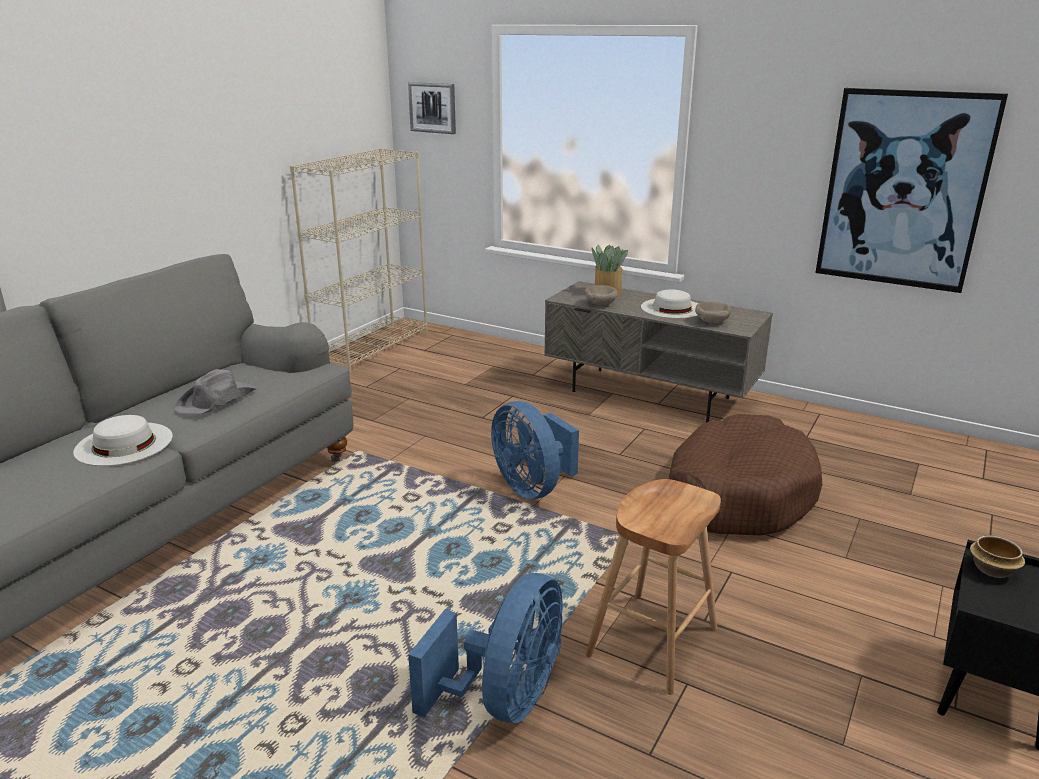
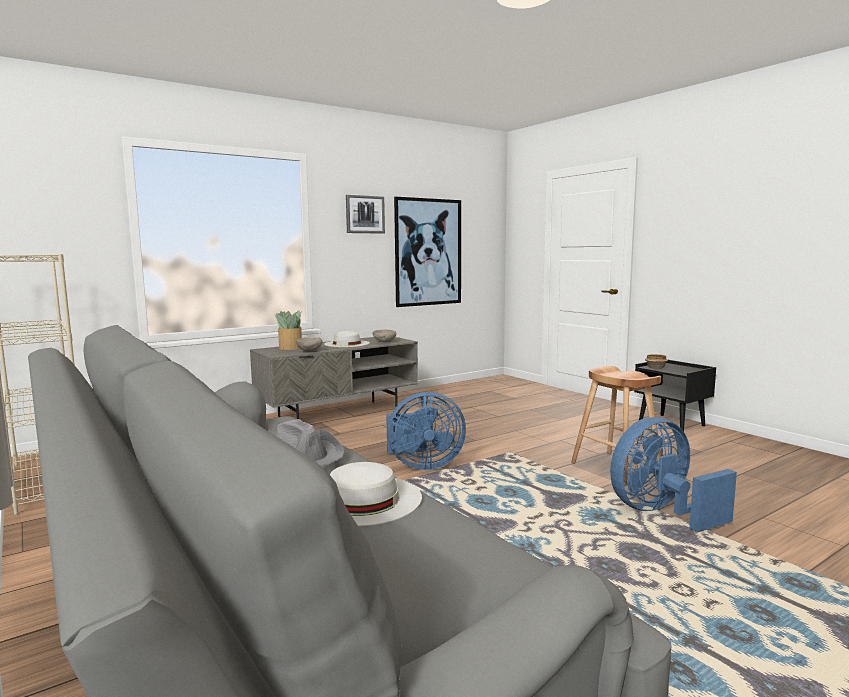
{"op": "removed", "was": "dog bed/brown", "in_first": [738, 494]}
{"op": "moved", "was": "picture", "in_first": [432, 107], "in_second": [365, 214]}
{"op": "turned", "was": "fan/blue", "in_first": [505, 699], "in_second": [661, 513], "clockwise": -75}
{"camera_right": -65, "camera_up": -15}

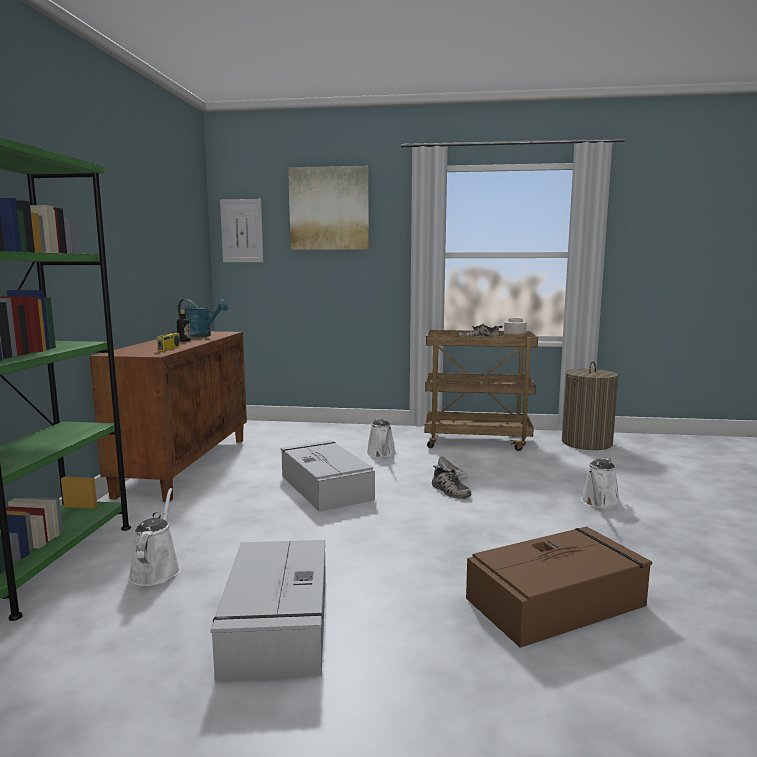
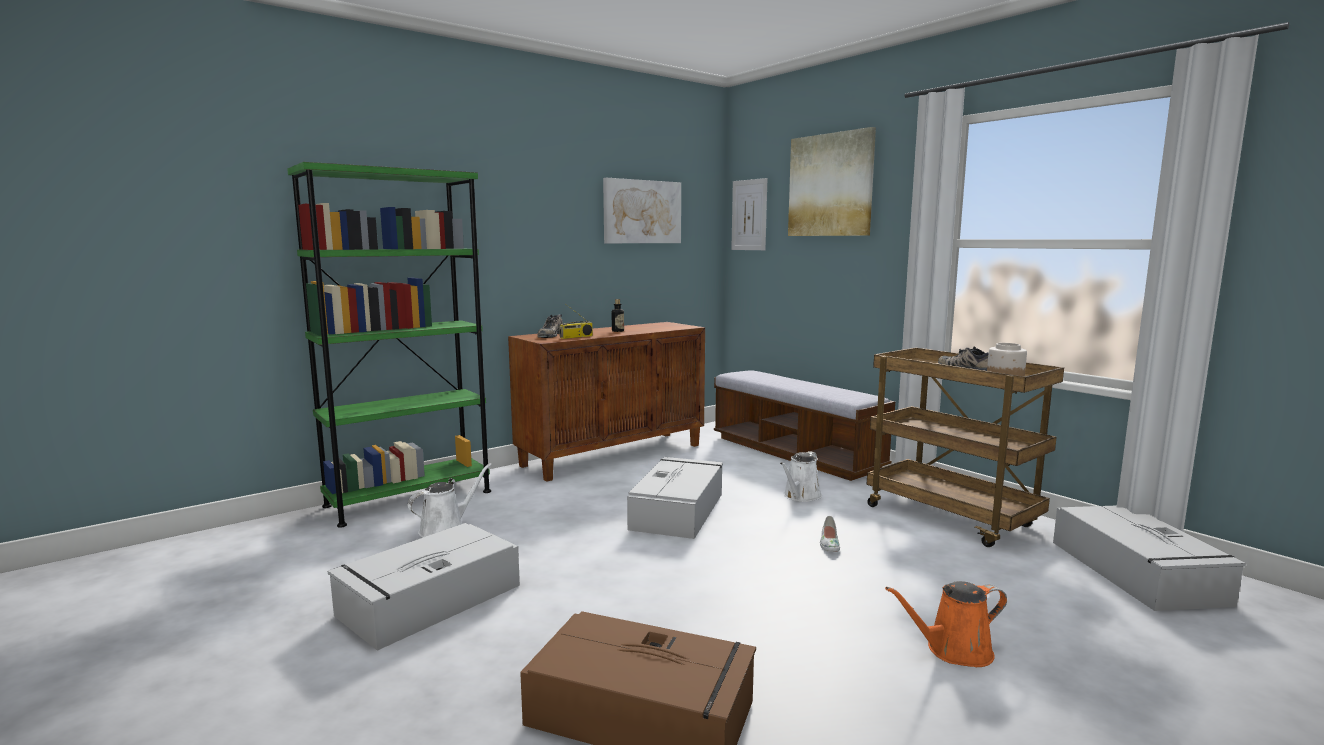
{"op": "removed", "was": "watering can/turquoise", "in_first": [201, 336]}
{"op": "added", "now": "picture", "in_second": [642, 212]}
{"op": "added", "now": "bench", "in_second": [795, 453]}
{"op": "moved", "was": "shoe", "in_first": [449, 491], "in_second": [550, 334]}
{"op": "replaced", "was": "laundry basket", "now": "storage box/grey", "in_first": [586, 443], "in_second": [1138, 573]}
{"op": "recoloured", "was": "watering can/white", "now": "watering can/orange", "in_first": [599, 503], "in_second": [953, 651]}
{"camera_right": 45, "camera_up": 0}

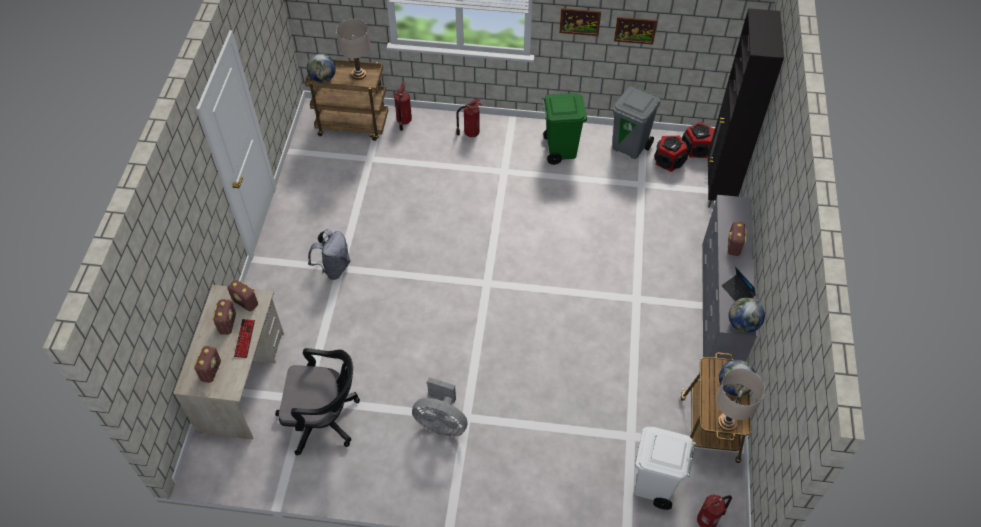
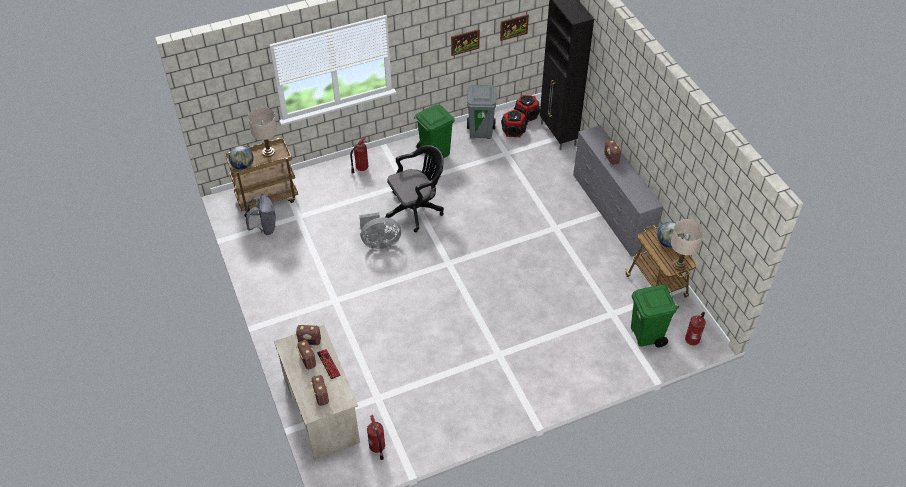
{"op": "removed", "was": "laptop", "in_first": [737, 292]}
{"op": "removed", "was": "globe", "in_first": [742, 324]}
{"op": "moved", "was": "office chair/black", "in_first": [324, 419], "in_second": [417, 209]}
{"op": "moved", "was": "backpack/grey", "in_first": [334, 268], "in_second": [264, 228]}
{"op": "moved", "was": "fire extinguisher", "in_first": [403, 121], "in_second": [377, 448]}
{"op": "moved", "was": "fan/grey", "in_first": [441, 423], "in_second": [380, 242]}
{"op": "moved", "was": "picture", "in_first": [580, 21], "in_second": [514, 27]}
{"op": "recoloured", "was": "trash can/white", "now": "trash can/green", "in_first": [654, 485], "in_second": [647, 335]}
{"camera_right": -30, "camera_up": -5}

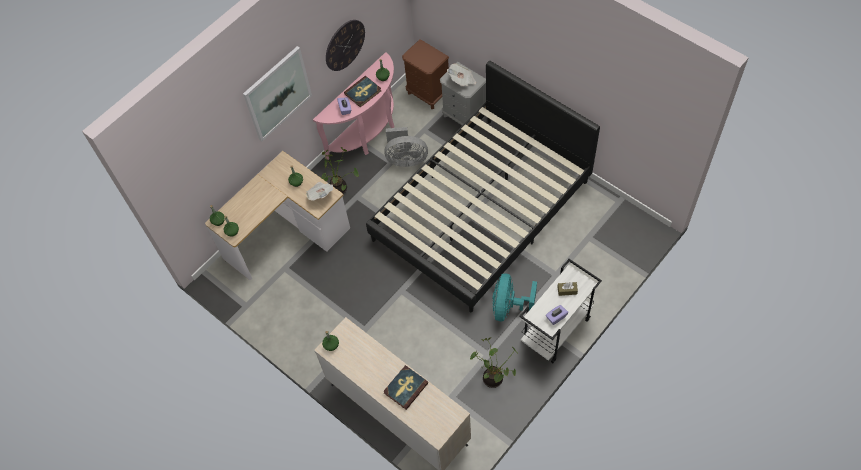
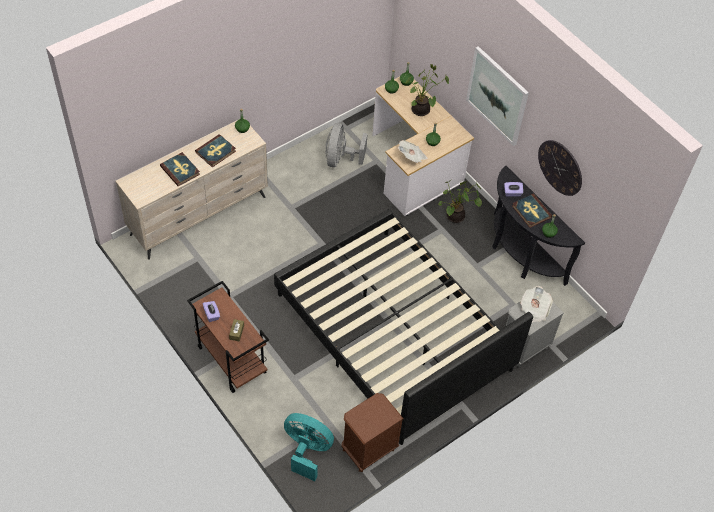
{"op": "added", "now": "book", "in_second": [216, 152]}
{"op": "moved", "was": "fan/grey", "in_first": [406, 159], "in_second": [340, 159]}
{"op": "moved", "was": "nightstand/brown", "in_first": [428, 93], "in_second": [368, 450]}
{"op": "moved", "was": "potted plant", "in_first": [494, 377], "in_second": [421, 111]}
{"op": "moved", "was": "fan/turquoise", "in_first": [509, 307], "in_second": [307, 450]}
{"op": "recoloured", "was": "console table/pink", "now": "console table/black", "in_first": [368, 133], "in_second": [520, 254]}
{"op": "recoloured", "was": "cart/white", "now": "cart/brown", "in_first": [556, 331], "in_second": [230, 359]}
{"camera_right": 95, "camera_up": -5}

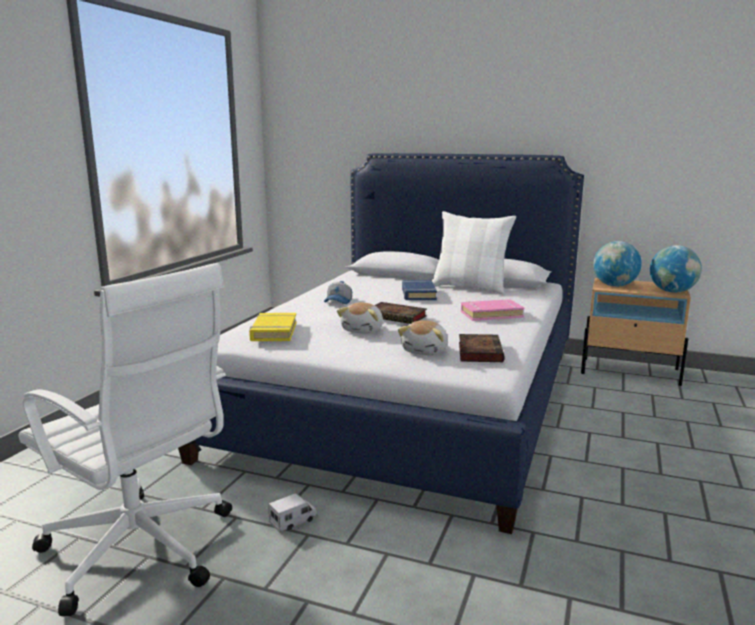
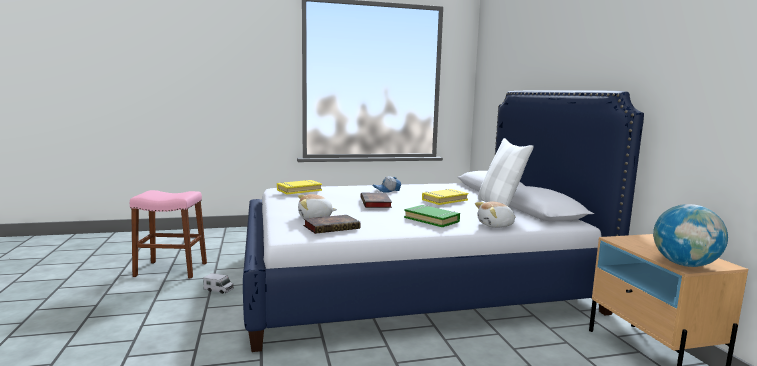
{"op": "removed", "was": "globe", "in_first": [614, 286]}
{"op": "moved", "was": "plush toy", "in_first": [363, 330], "in_second": [496, 225]}
{"op": "replaced", "was": "office chair/white", "now": "stool/pink", "in_first": [141, 551], "in_second": [171, 270]}
{"op": "recoloured", "was": "book/blue", "now": "book/yellow", "in_first": [418, 294], "in_second": [444, 200]}
{"op": "recoloured", "was": "book/pink", "now": "book/green", "in_first": [491, 314], "in_second": [432, 219]}
{"camera_right": 55, "camera_up": -5}

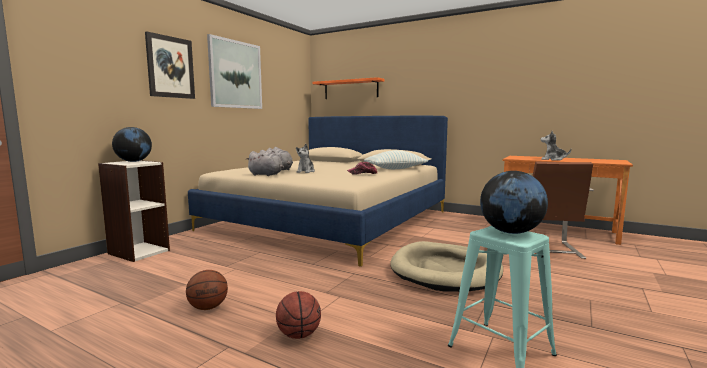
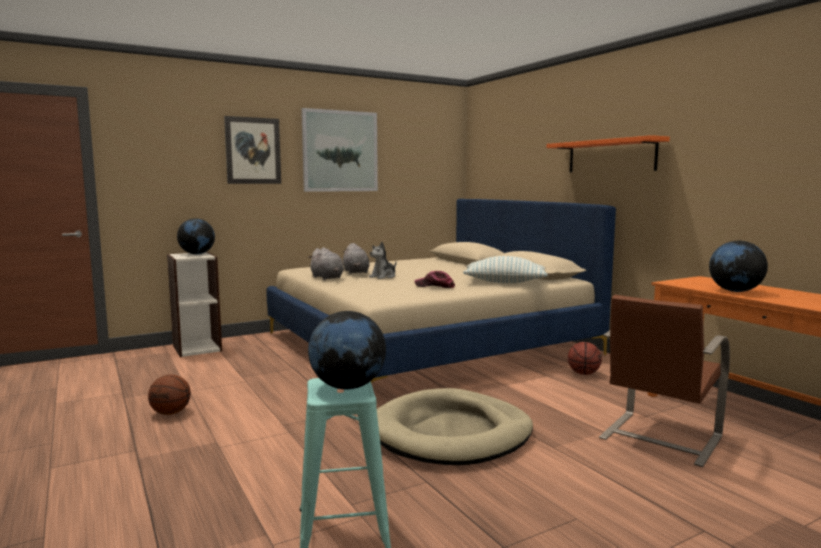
{"op": "moved", "was": "basketball", "in_first": [299, 335], "in_second": [583, 373]}
{"op": "moved", "was": "shelf/orange", "in_first": [351, 89], "in_second": [611, 156]}
{"op": "replaced", "was": "plush toy", "now": "globe", "in_first": [553, 159], "in_second": [735, 291]}
{"camera_right": 30, "camera_up": 0}

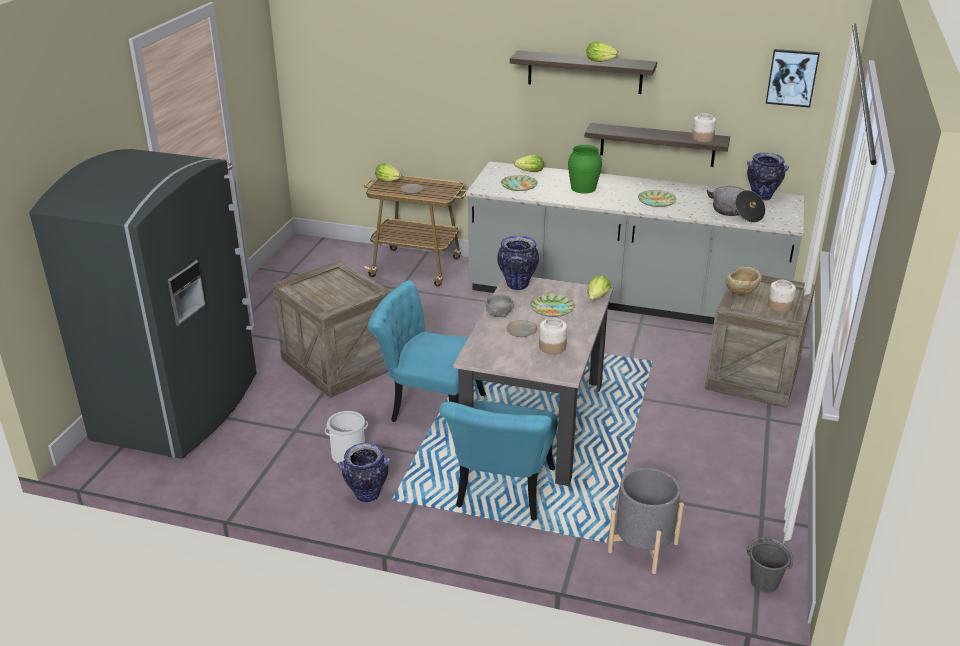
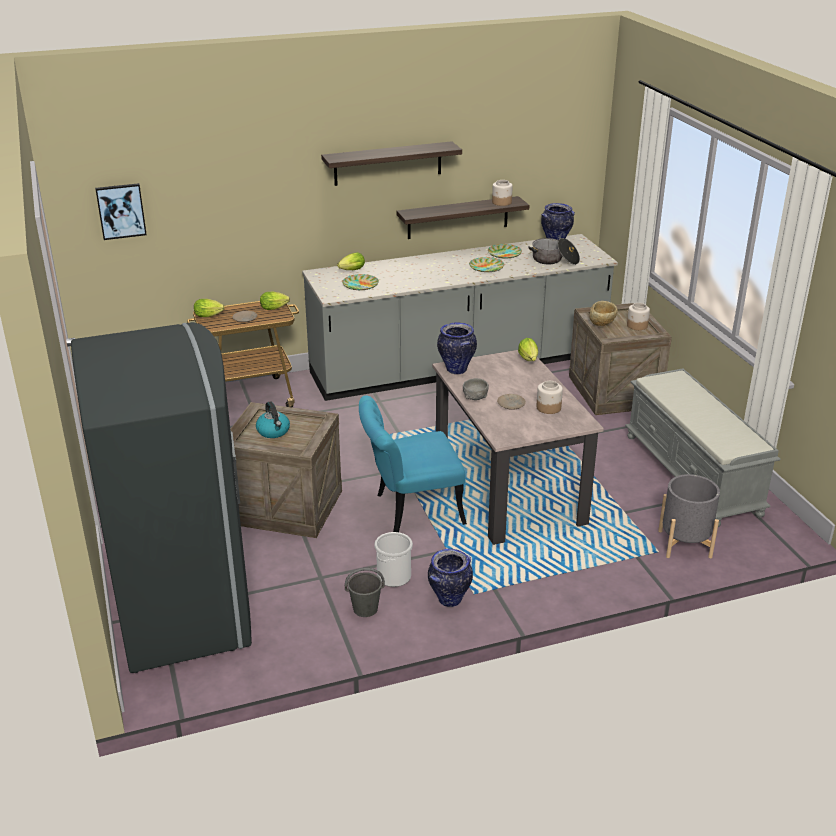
{"op": "removed", "was": "chair/turquoise", "in_first": [502, 495]}
{"op": "removed", "was": "vase/green", "in_first": [583, 188]}
{"op": "added", "now": "kettle", "in_second": [273, 431]}
{"op": "added", "now": "bench/grey", "in_second": [693, 474]}
{"op": "moved", "was": "plate", "in_first": [552, 308], "in_second": [504, 253]}
{"op": "moved", "was": "lettuce", "in_first": [601, 61], "in_second": [275, 308]}
{"op": "moved", "was": "bucket/grey", "in_first": [763, 582], "in_second": [365, 609]}
{"op": "moved", "was": "picture", "in_first": [792, 77], "in_second": [121, 211]}
{"camera_right": -35, "camera_up": 0}

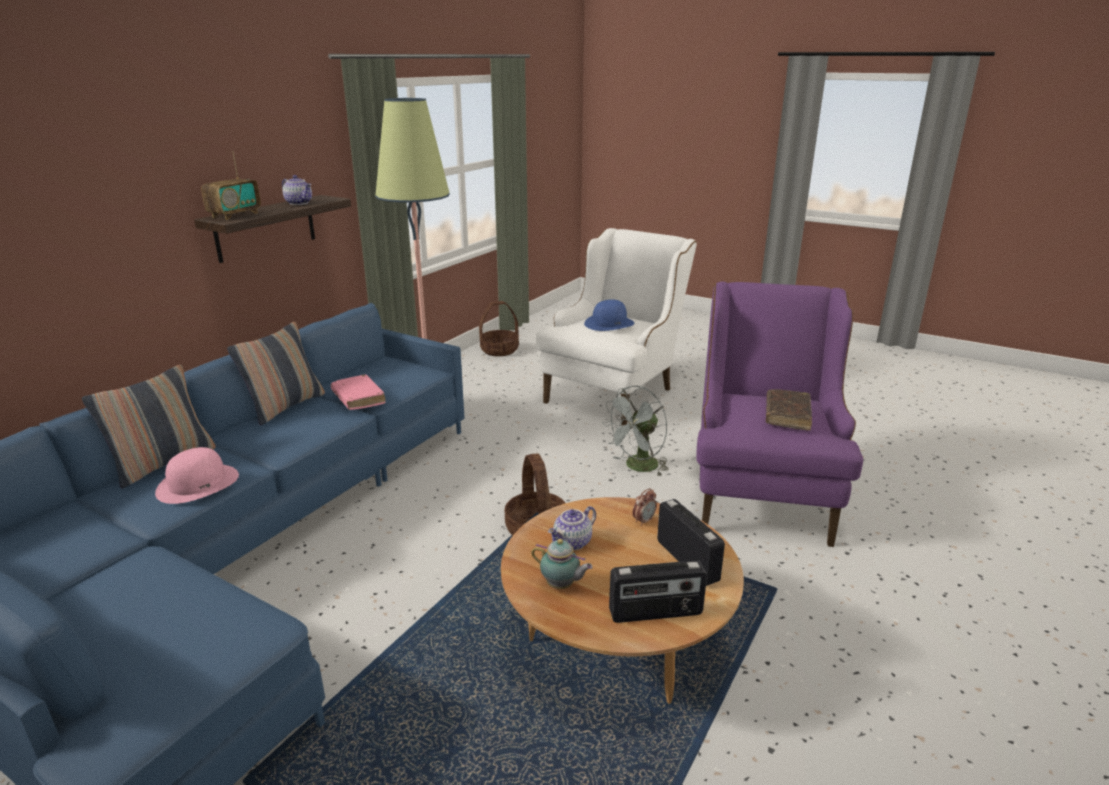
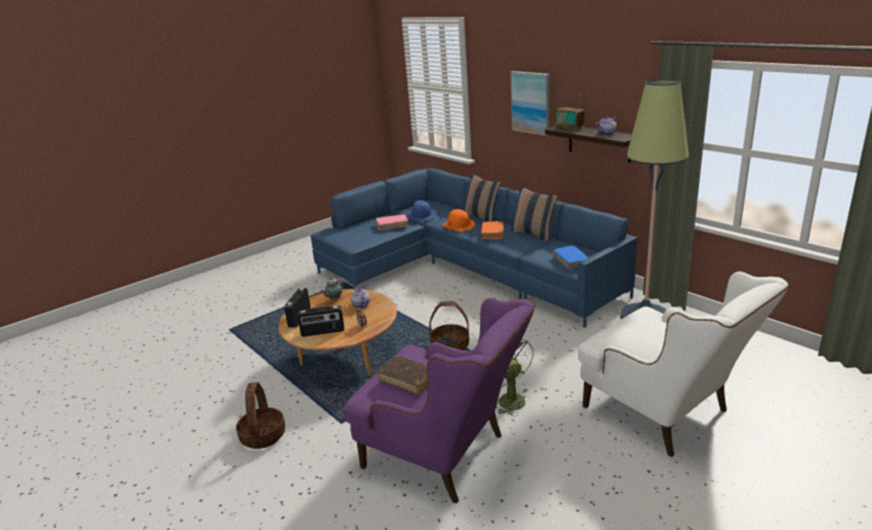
{"op": "added", "now": "book/orange", "in_second": [492, 234]}
{"op": "added", "now": "picture", "in_second": [531, 103]}
{"op": "added", "now": "book/blue", "in_second": [571, 261]}
{"op": "moved", "was": "book/pink", "in_first": [358, 398], "in_second": [392, 225]}
{"op": "moved", "was": "basket", "in_first": [499, 350], "in_second": [263, 436]}
{"op": "moved", "was": "hat/blue", "in_first": [609, 323], "in_second": [421, 215]}
{"op": "recoloured", "was": "hat/pink", "now": "hat/orange", "in_first": [198, 483], "in_second": [459, 225]}
{"camera_right": 110, "camera_up": 0}

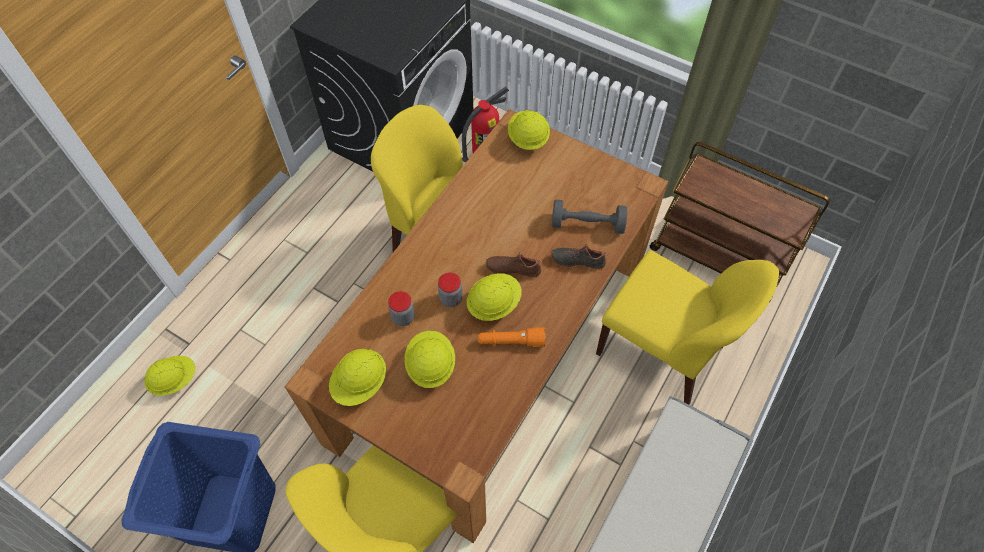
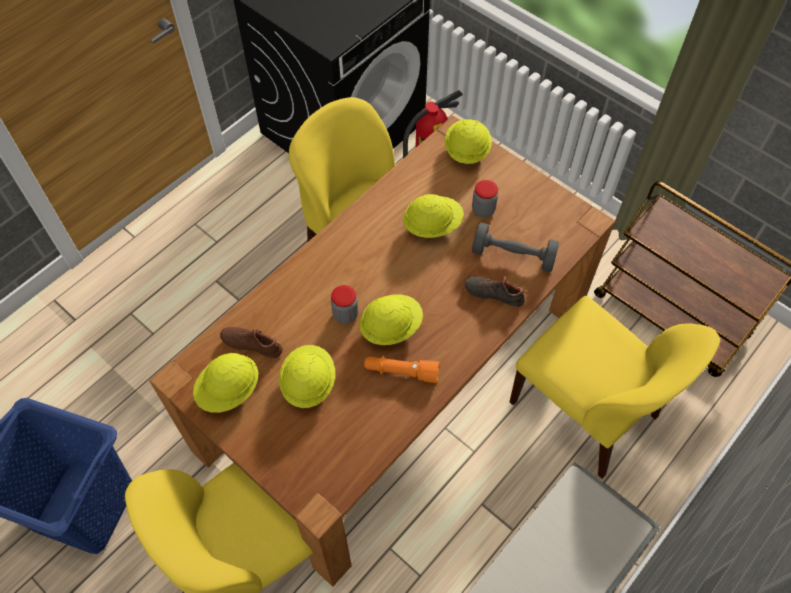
{"op": "moved", "was": "hard hat/yellow", "in_first": [175, 380], "in_second": [432, 225]}
{"op": "moved", "was": "jar", "in_first": [403, 317], "in_second": [483, 210]}
{"op": "moved", "was": "shoe/brown", "in_first": [513, 268], "in_second": [253, 343]}
{"camera_right": 10, "camera_up": 0}

